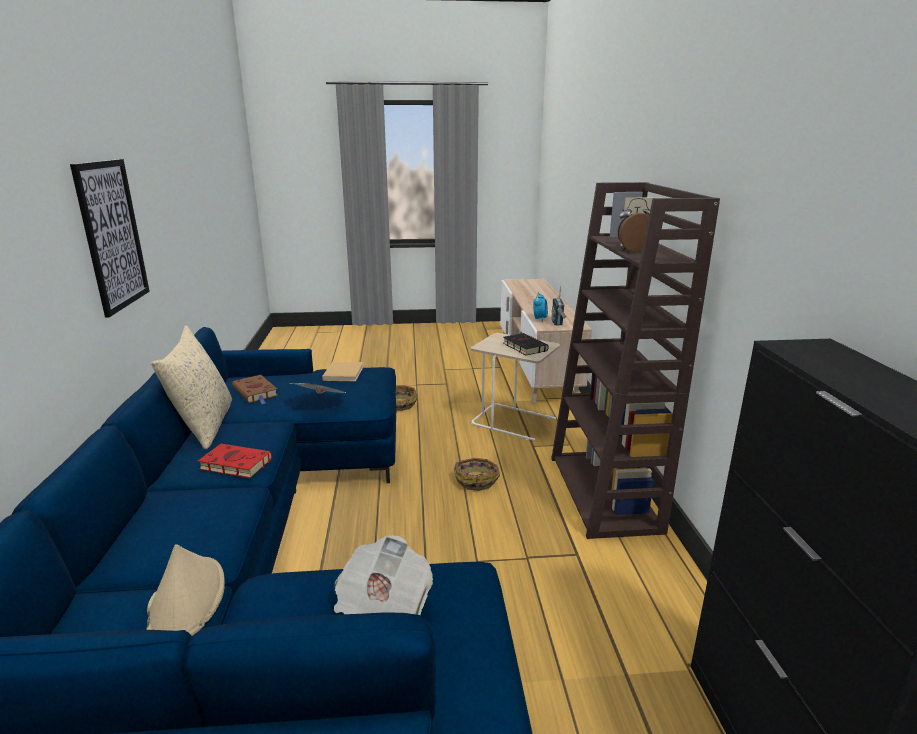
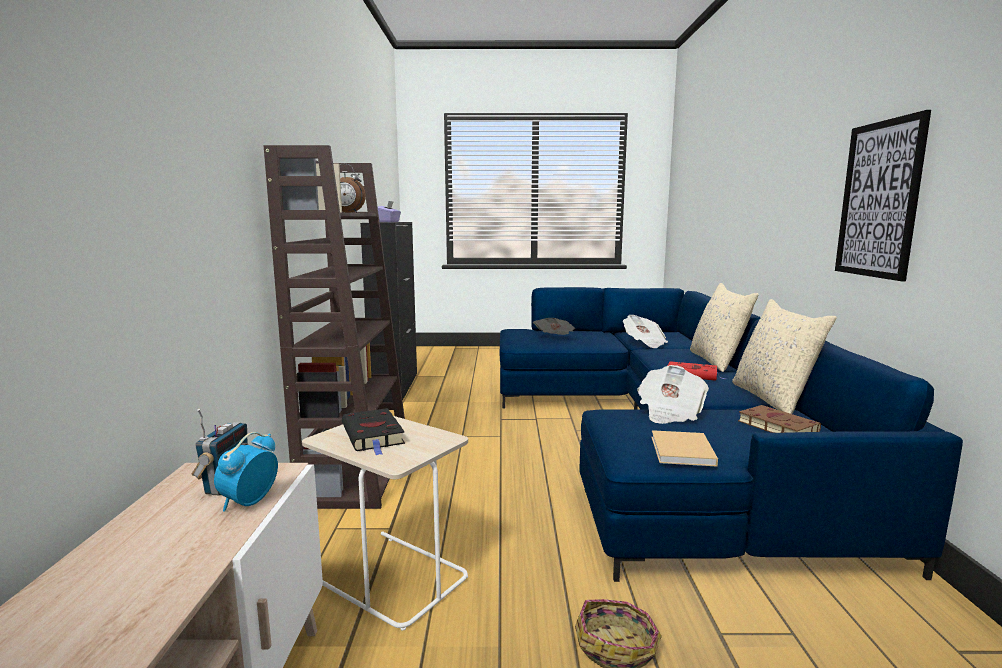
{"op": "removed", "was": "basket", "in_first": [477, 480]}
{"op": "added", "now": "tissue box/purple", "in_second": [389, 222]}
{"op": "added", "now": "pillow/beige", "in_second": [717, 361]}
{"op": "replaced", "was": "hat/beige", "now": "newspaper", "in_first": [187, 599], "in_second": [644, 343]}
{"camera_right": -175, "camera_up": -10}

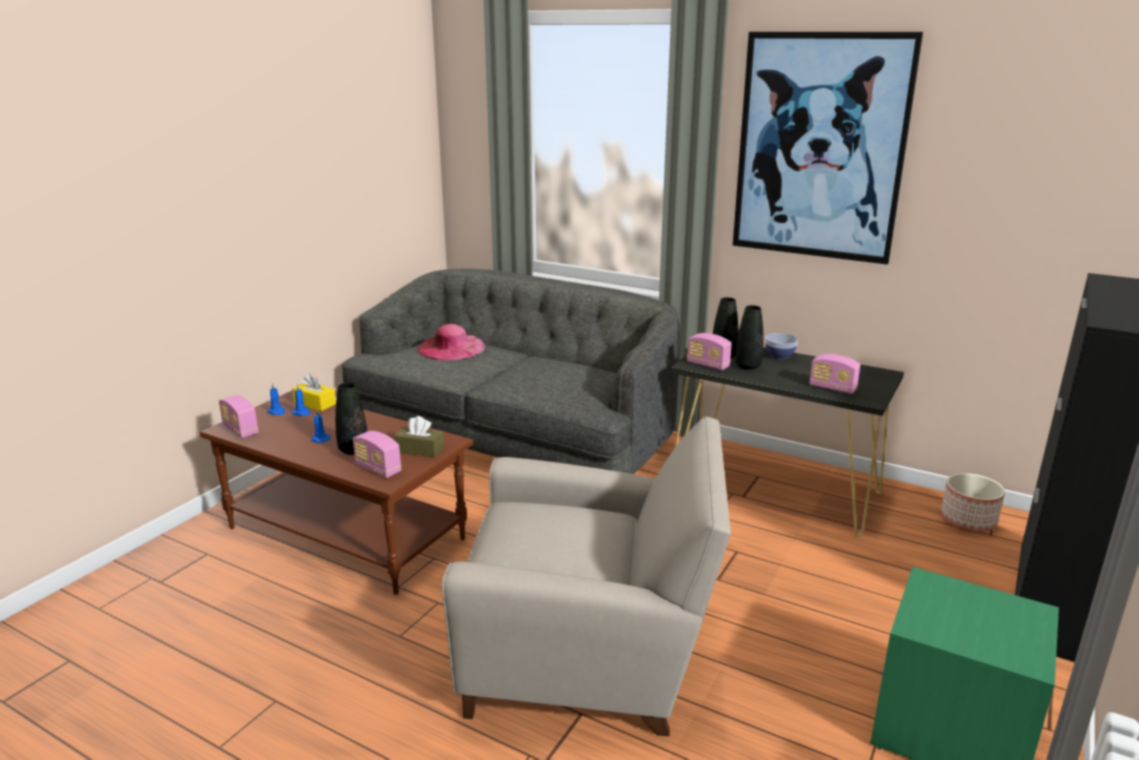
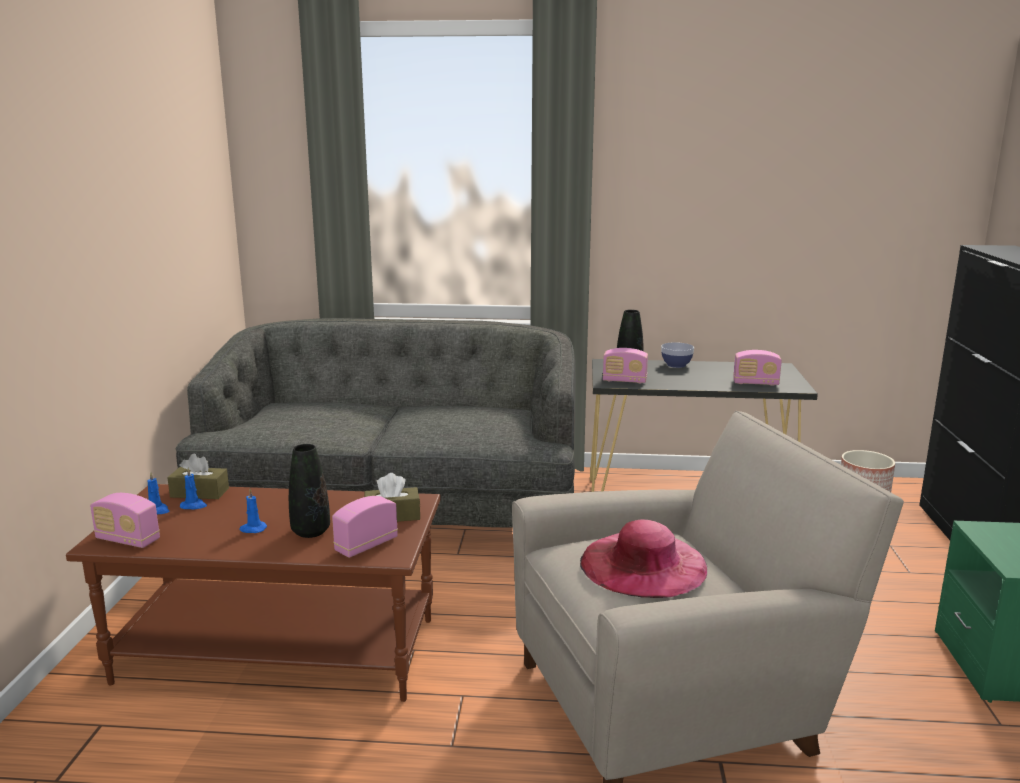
{"op": "removed", "was": "picture", "in_first": [820, 148]}
{"op": "removed", "was": "vase/black", "in_first": [748, 366]}
{"op": "moved", "was": "hat/pink", "in_first": [451, 347], "in_second": [643, 564]}
{"op": "recoloured", "was": "tissue box/yellow", "now": "tissue box/brown", "in_first": [315, 403], "in_second": [199, 493]}
{"op": "turned", "was": "radio", "in_first": [378, 469], "in_second": [366, 545], "clockwise": 120}
{"camera_right": -25, "camera_up": -5}

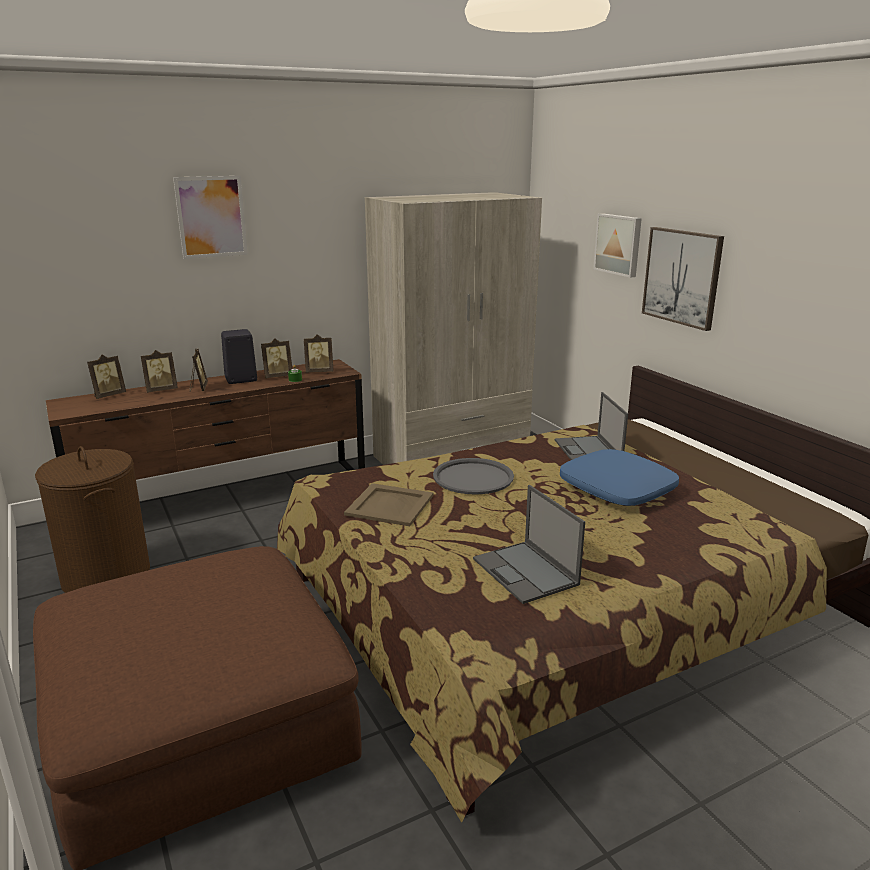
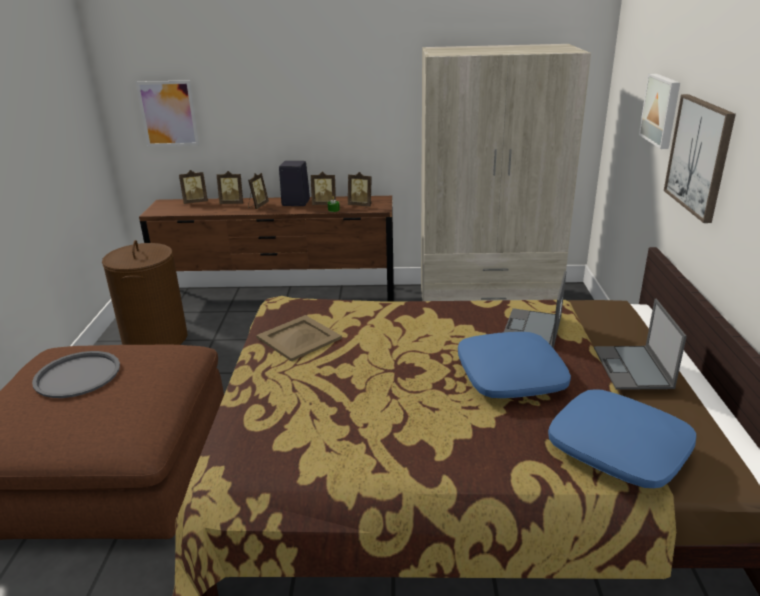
{"op": "added", "now": "pillow/blue", "in_second": [619, 449]}
{"op": "moved", "was": "picture", "in_first": [211, 217], "in_second": [168, 113]}
{"op": "moved", "was": "tray/grey", "in_first": [473, 477], "in_second": [77, 375]}
{"op": "moved", "was": "laptop", "in_first": [526, 572], "in_second": [633, 368]}
{"camera_right": 30, "camera_up": 5}

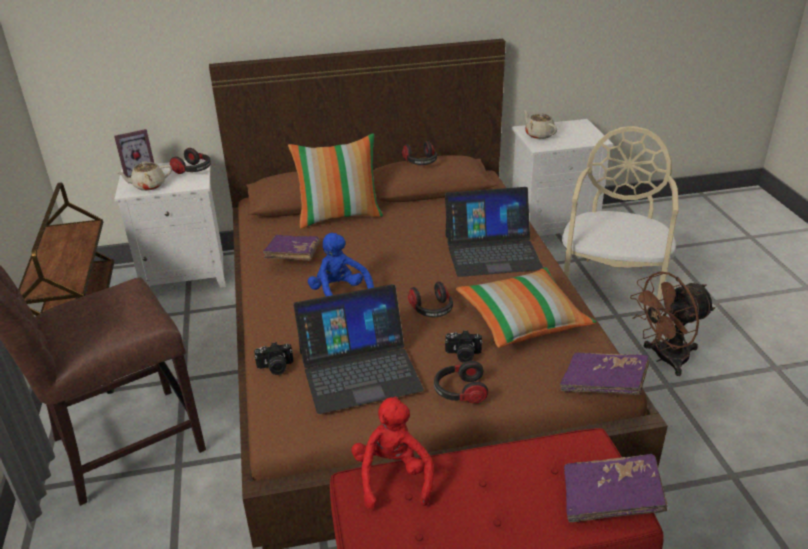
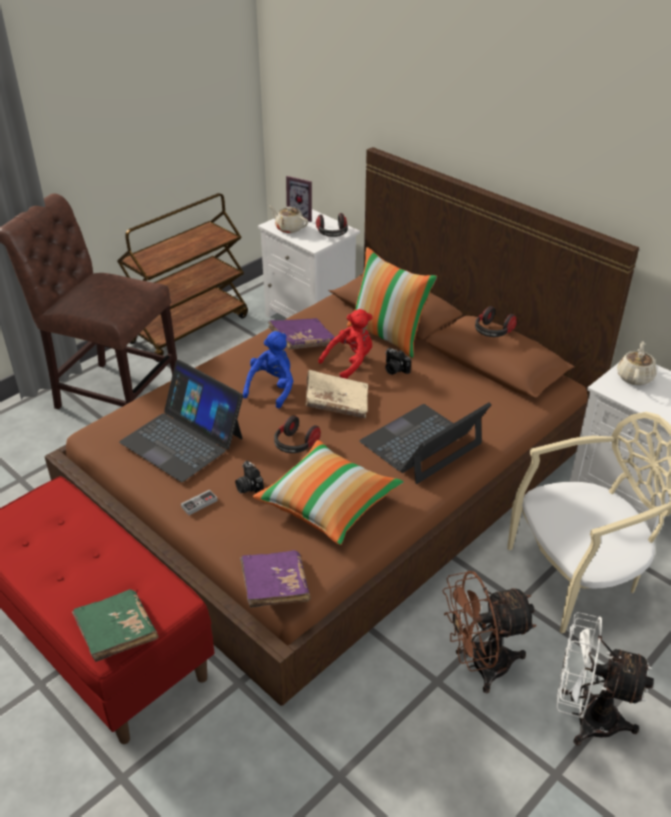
{"op": "added", "now": "book/beige", "in_second": [336, 403]}
{"op": "added", "now": "fan/white", "in_second": [585, 717]}
{"op": "moved", "was": "photo camera", "in_first": [275, 368], "in_second": [394, 369]}
{"op": "moved", "was": "plush toy/red", "in_first": [393, 476], "in_second": [350, 363]}
{"op": "replaced", "was": "headphones", "now": "game controller", "in_first": [459, 392], "in_second": [199, 504]}
{"op": "recoloured", "was": "book/purple", "now": "book/green", "in_first": [610, 499], "in_second": [116, 634]}
{"op": "turned", "was": "laptop", "in_first": [492, 251], "in_second": [422, 443], "clockwise": 90}
{"op": "turned", "was": "fan/brown", "in_first": [664, 359], "in_second": [480, 665], "clockwise": -45}
{"camera_right": 55, "camera_up": 5}

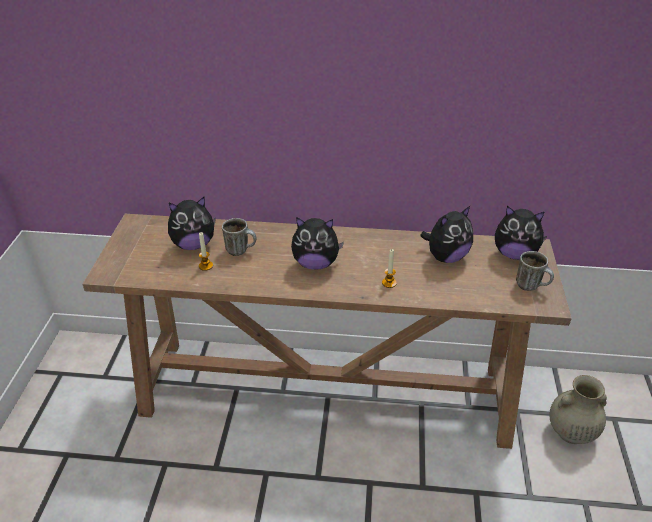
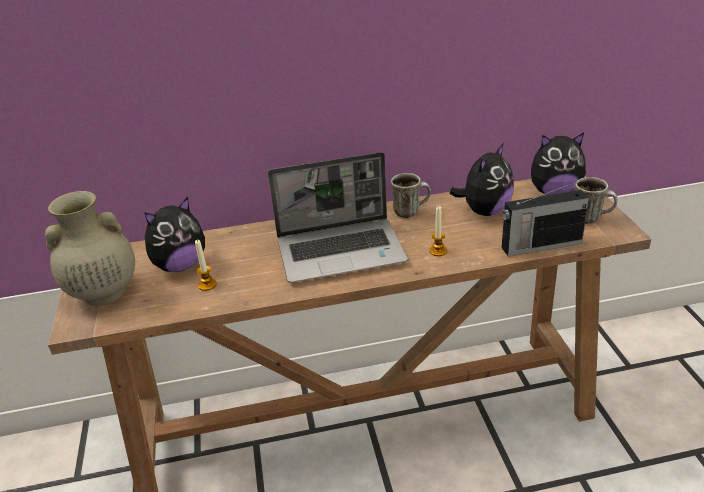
{"op": "added", "now": "radio", "in_second": [539, 245]}
{"op": "moved", "was": "mug", "in_first": [241, 250], "in_second": [410, 211]}
{"op": "moved", "was": "vase/beige", "in_first": [570, 432], "in_second": [103, 293]}
{"op": "replaced", "was": "plush toy", "now": "laptop", "in_first": [315, 263], "in_second": [342, 251]}
{"camera_right": -15, "camera_up": -5}

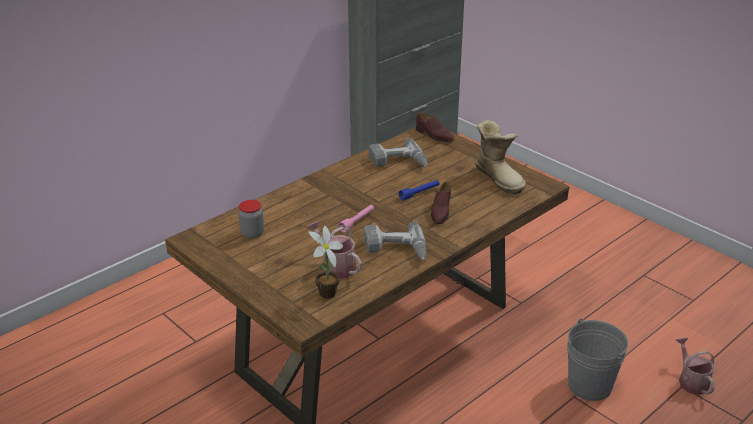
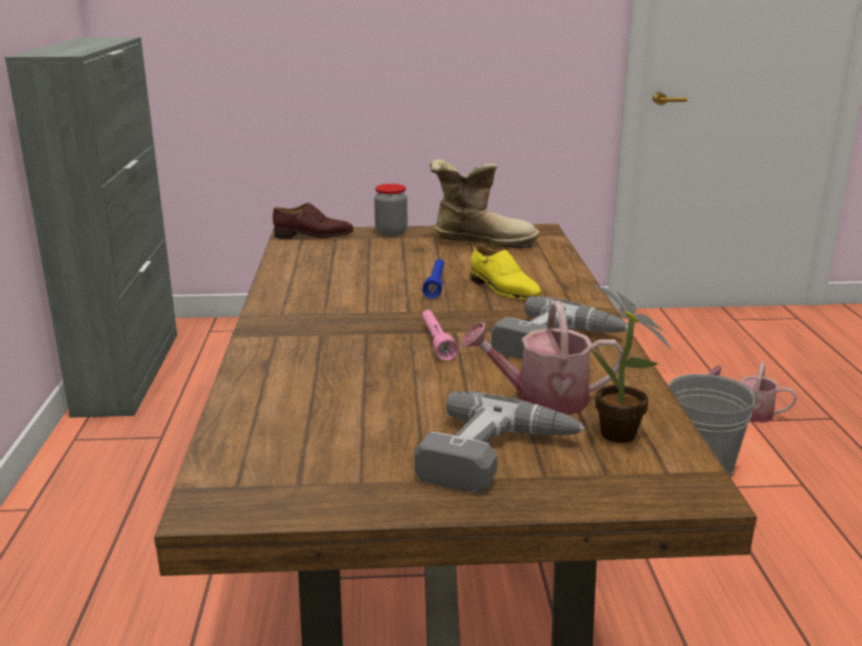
{"op": "moved", "was": "jar", "in_first": [252, 233], "in_second": [391, 232]}
{"op": "moved", "was": "power drill", "in_first": [398, 162], "in_second": [498, 457]}
{"op": "recoloured", "was": "shoe/brown", "now": "shoe/yellow", "in_first": [440, 211], "in_second": [503, 289]}
{"camera_right": -50, "camera_up": -10}

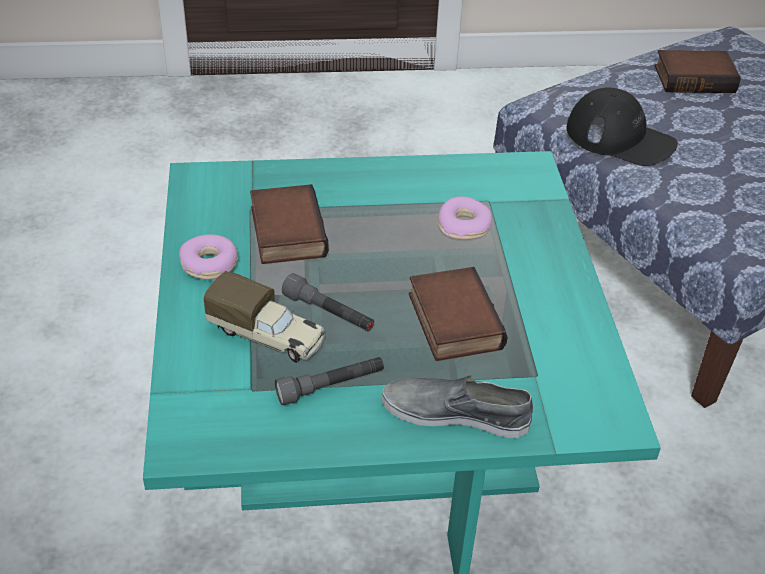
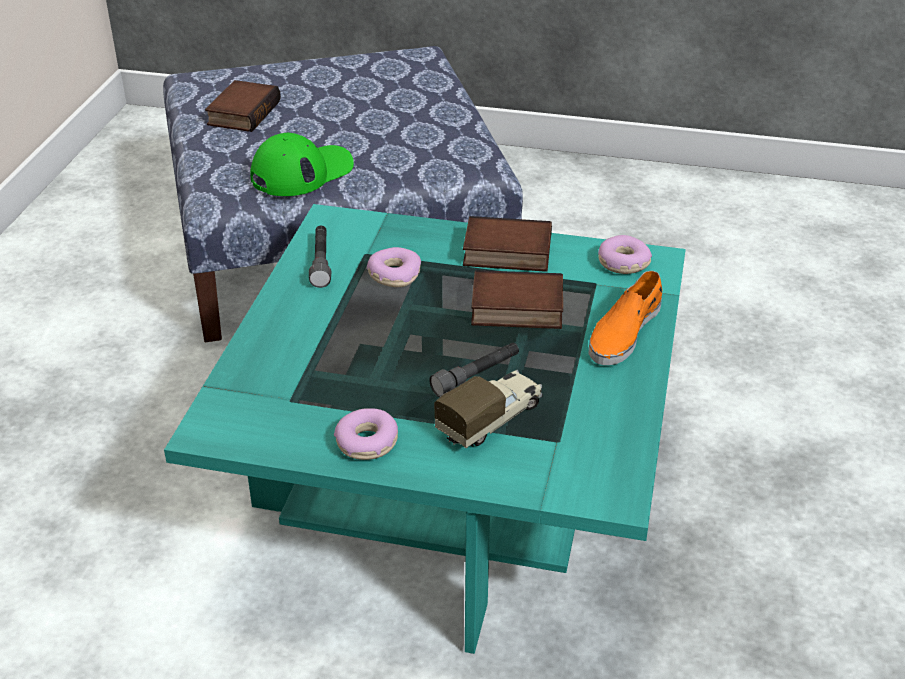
{"op": "added", "now": "donut", "in_second": [623, 263]}
{"op": "moved", "was": "book", "in_first": [285, 231], "in_second": [505, 253]}
{"op": "moved", "was": "flashlight/grey", "in_first": [331, 387], "in_second": [321, 263]}
{"op": "recoloured", "was": "shoe/grey", "now": "shoe/orange", "in_first": [455, 413], "in_second": [624, 332]}
{"op": "recoloured", "was": "cap/black", "now": "cap/green", "in_first": [620, 138], "in_second": [302, 172]}
{"camera_right": -70, "camera_up": -5}

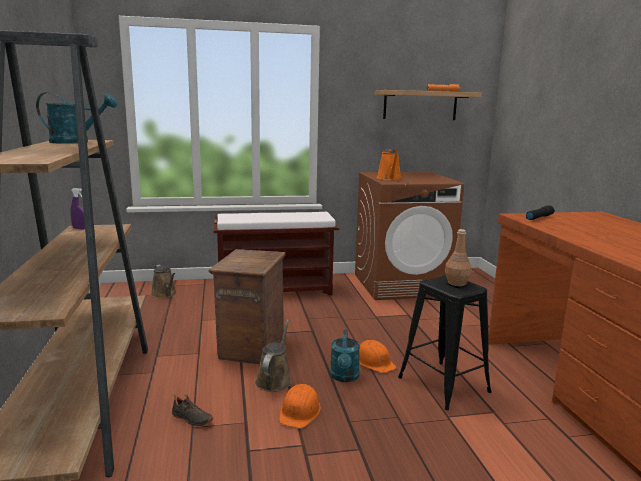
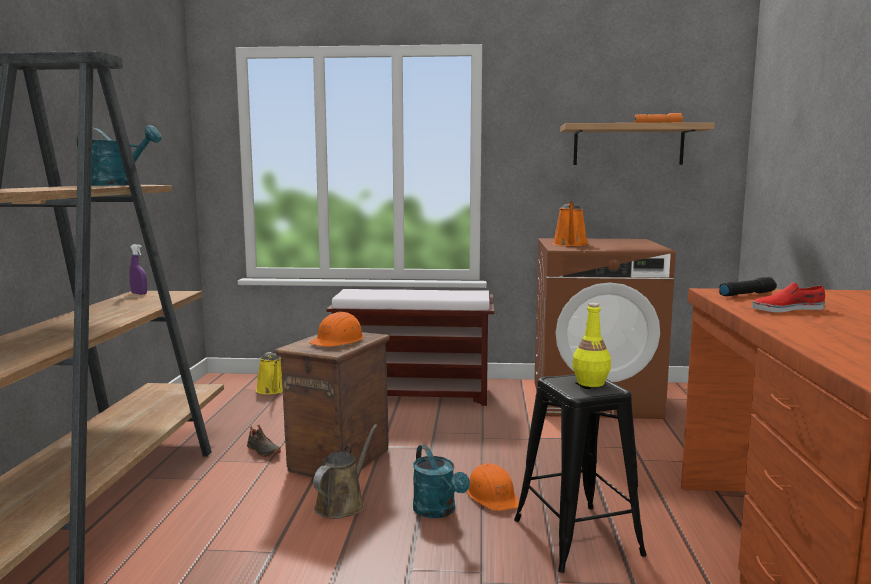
{"op": "added", "now": "shoe/red", "in_second": [786, 309]}
{"op": "moved", "was": "shoe/black", "in_first": [191, 419], "in_second": [262, 451]}
{"op": "moved", "was": "hard hat/orange", "in_first": [300, 411], "in_second": [338, 340]}
{"op": "recoloured", "was": "watering can/brown", "now": "watering can/yellow", "in_first": [165, 294], "in_second": [272, 390]}
{"op": "recoloured", "was": "bottle/brown", "now": "bottle/yellow", "in_first": [456, 283], "in_second": [590, 383]}
{"op": "turned", "was": "watering can/turquoise", "in_first": [344, 377], "in_second": [438, 511], "clockwise": -45}
{"camera_right": 15, "camera_up": -5}

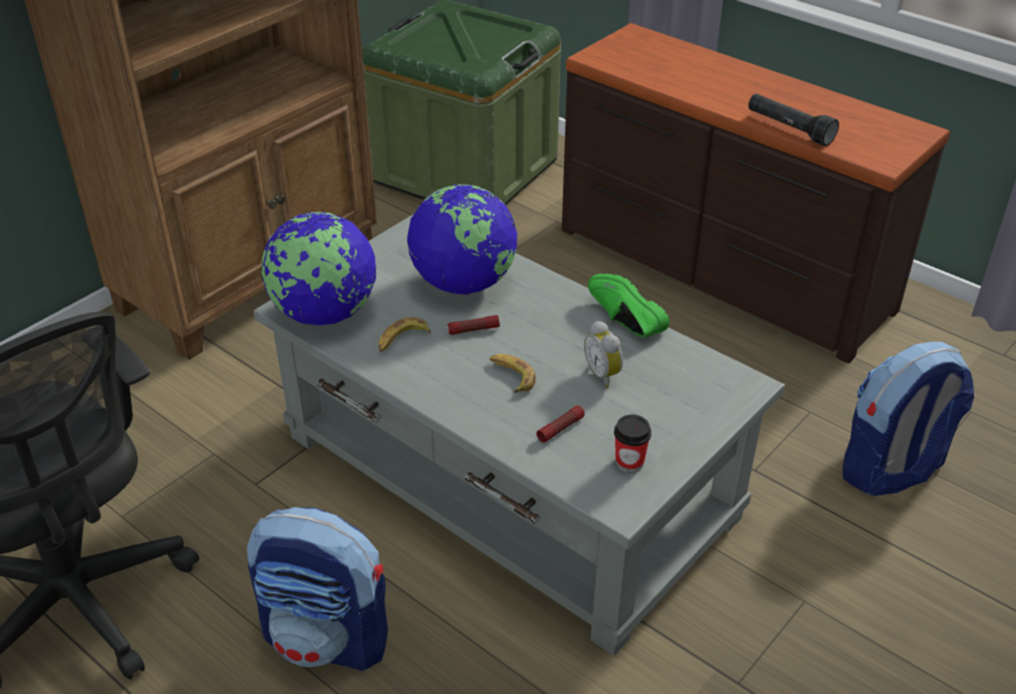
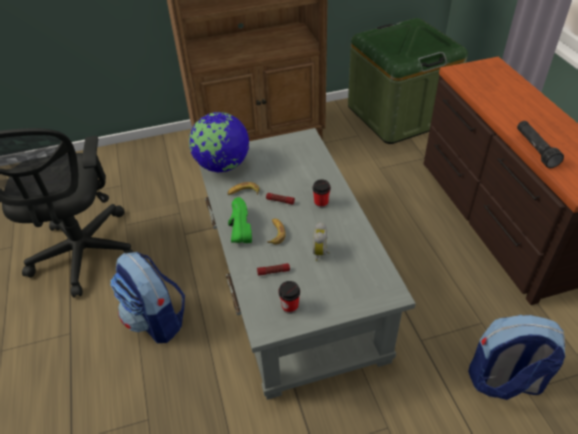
{"op": "removed", "was": "globe", "in_first": [463, 283]}
{"op": "added", "now": "cup", "in_second": [321, 203]}
{"op": "moved", "was": "shoe/green", "in_first": [621, 322], "in_second": [237, 228]}
{"camera_right": 35, "camera_up": 5}

